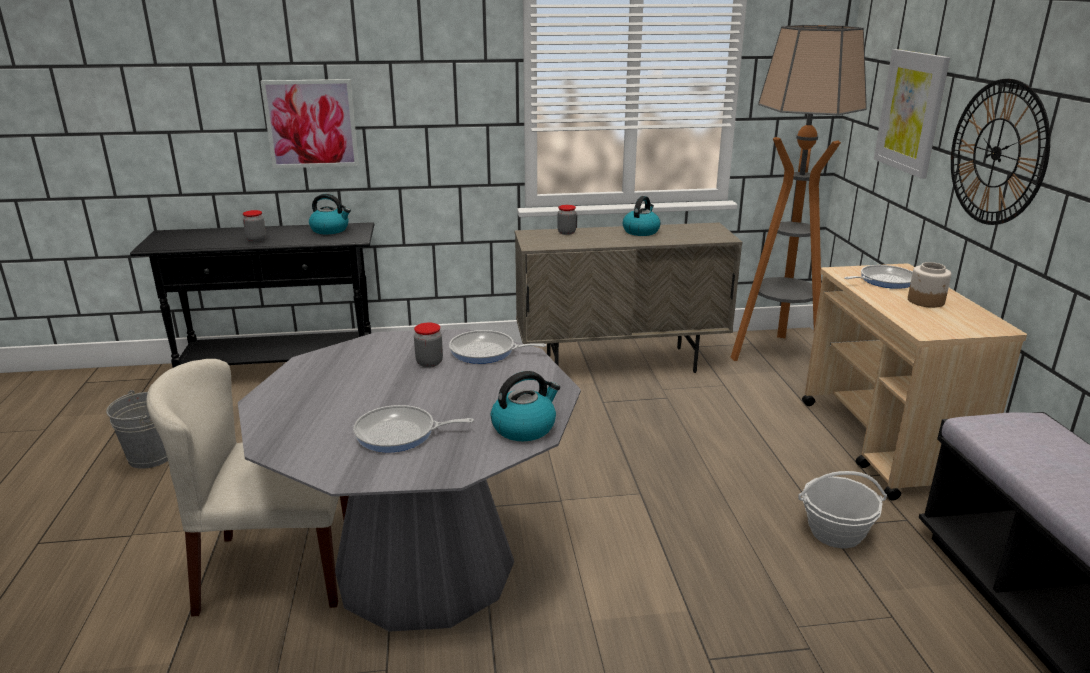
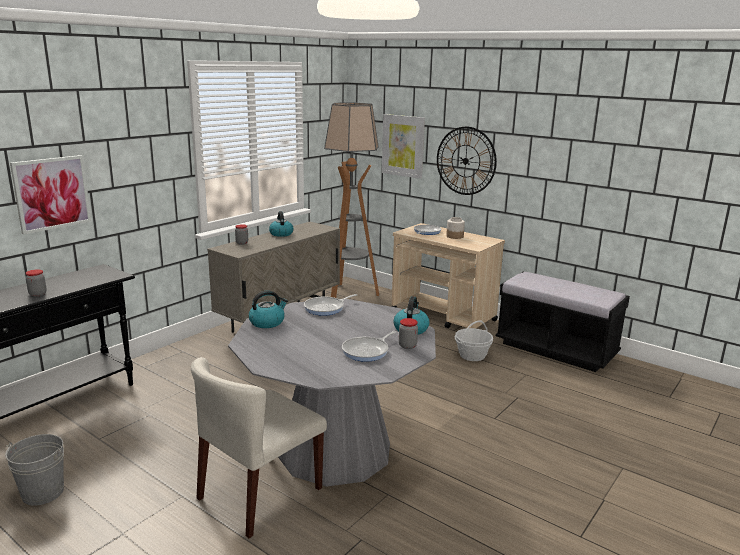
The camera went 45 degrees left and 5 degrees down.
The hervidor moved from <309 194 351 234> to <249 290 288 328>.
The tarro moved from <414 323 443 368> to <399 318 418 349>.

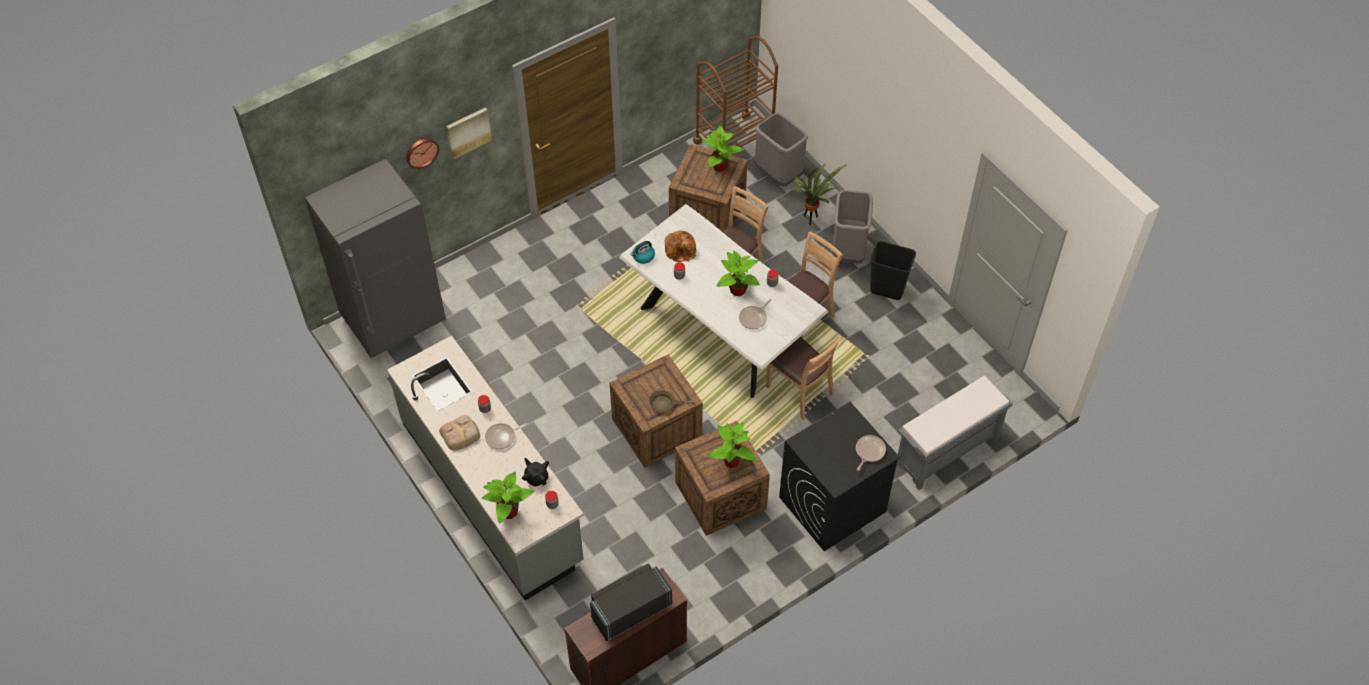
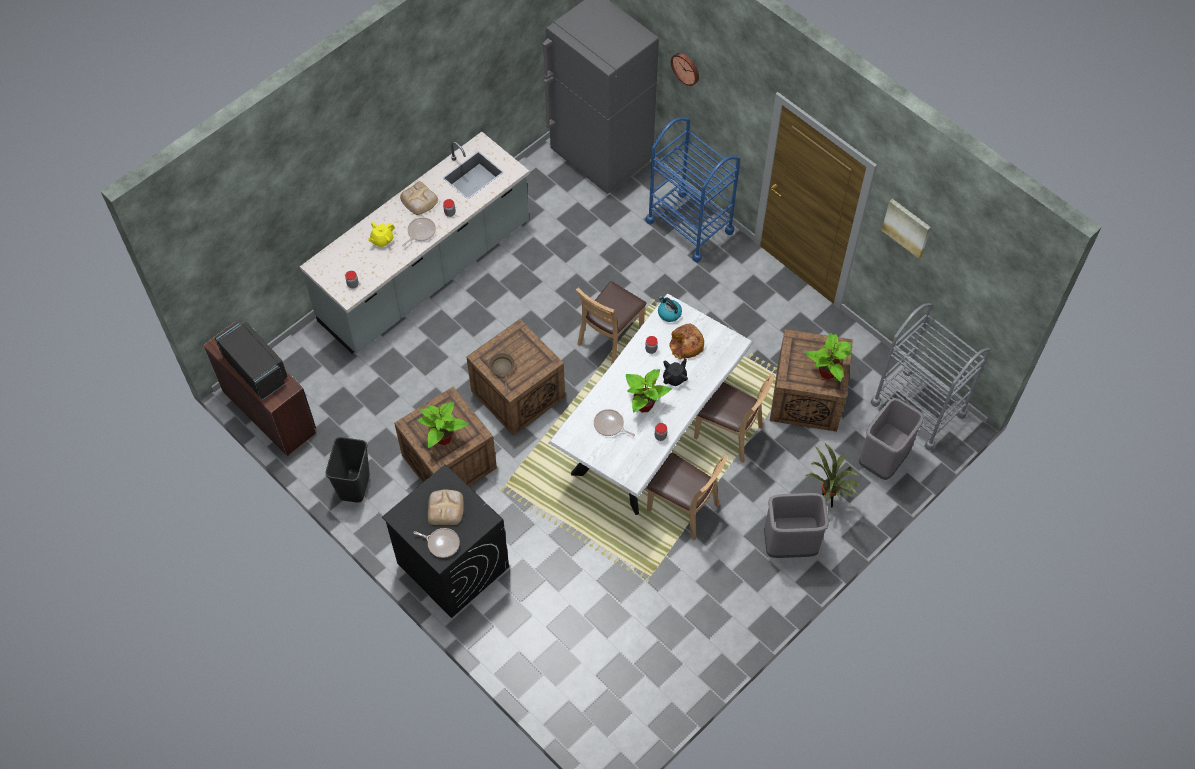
The camera went 80 degrees right and 5 degrees up.
The cuadro moved from <446 107 492 159> to <881 199 931 258>.
The planta en maceta at <482 472 534 523> disappeared.
The sartén at <485 423 528 449> turned 75 degrees clockwise.
The tetera/negro moved from <522 458 549 486> to <663 358 688 386>.
The carrito/marrón at <693 36 778 150> became the carrito/gris at <870 303 990 451>.
The silla/marrón moved from <766 335 842 420> to <576 281 646 365>.
The papelera/negro moved from <870 241 916 300> to <325 437 370 503>.
The banco/gris at <896 376 1013 490> disappeared.
The tetera/amarillo at <367 222 395 248> appeared.
The pan at <428 489 464 525> appeared.
The carrito/azul at <646 117 740 263> appeared.

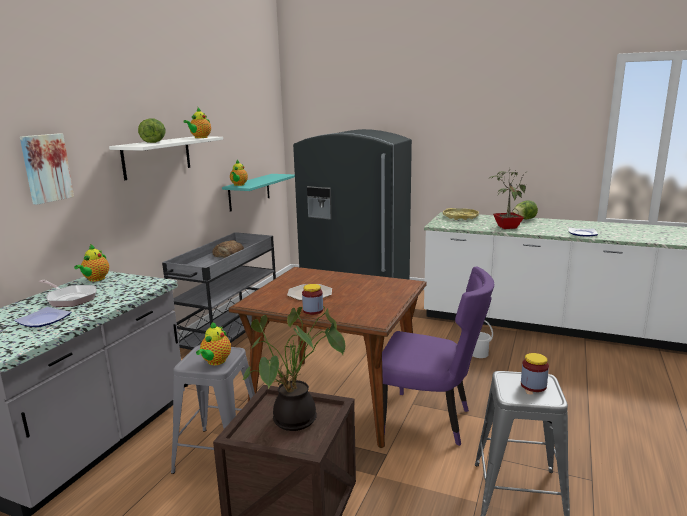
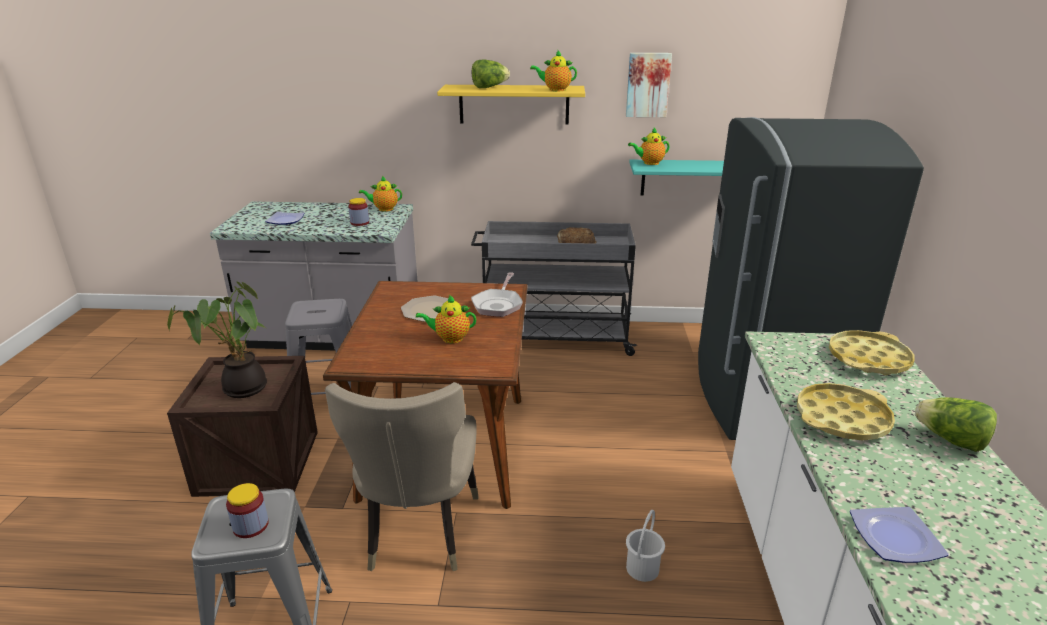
The camera went 70 degrees right and 10 degrees up.
The cuadro moved from <20 133 74 205> to <626 53 672 117>.
The sartén moved from <39 280 96 307> to <471 272 523 317>.
The estante/blanco at <109 136 223 180> became the estante/amarillo at <437 85 585 125>.
The tetera moved from <196 322 231 365> to <415 295 476 343>.
The tarro moved from <302 284 323 315> to <348 198 369 226>.
The silla/morado at <382 267 494 446> became the silla/beis at <325 382 479 571>.
The planta en maceta at <490 167 526 229> was replaced by the bandeja/amarillo at <797 383 895 440>.

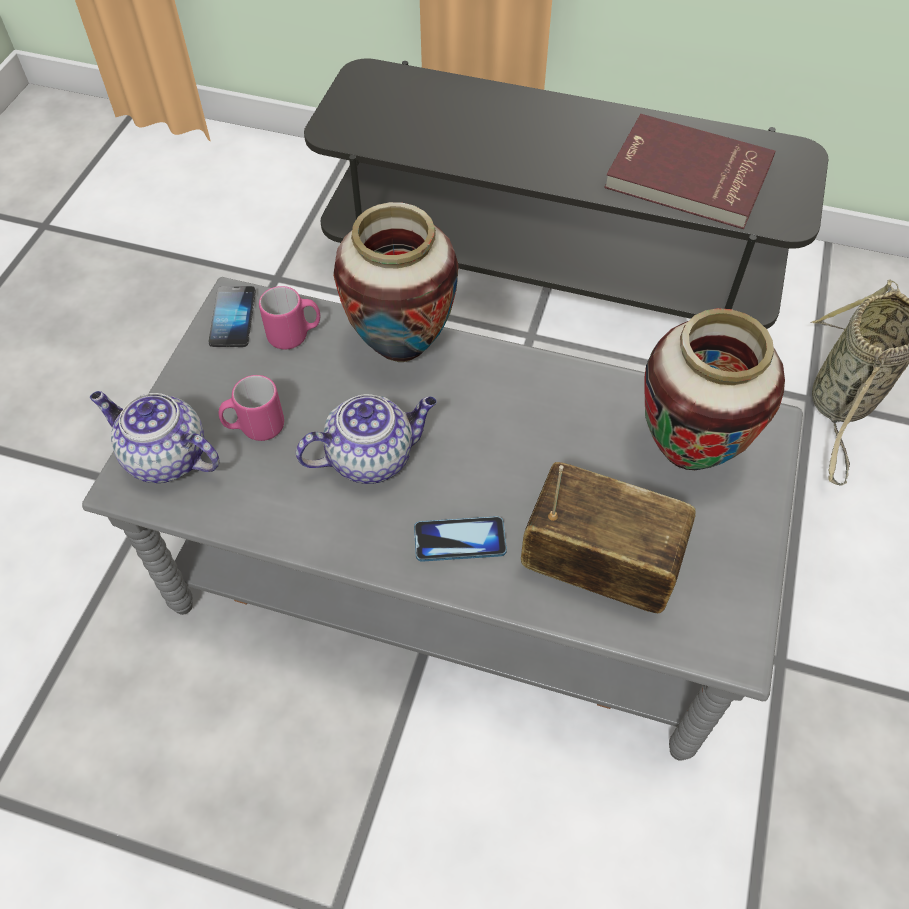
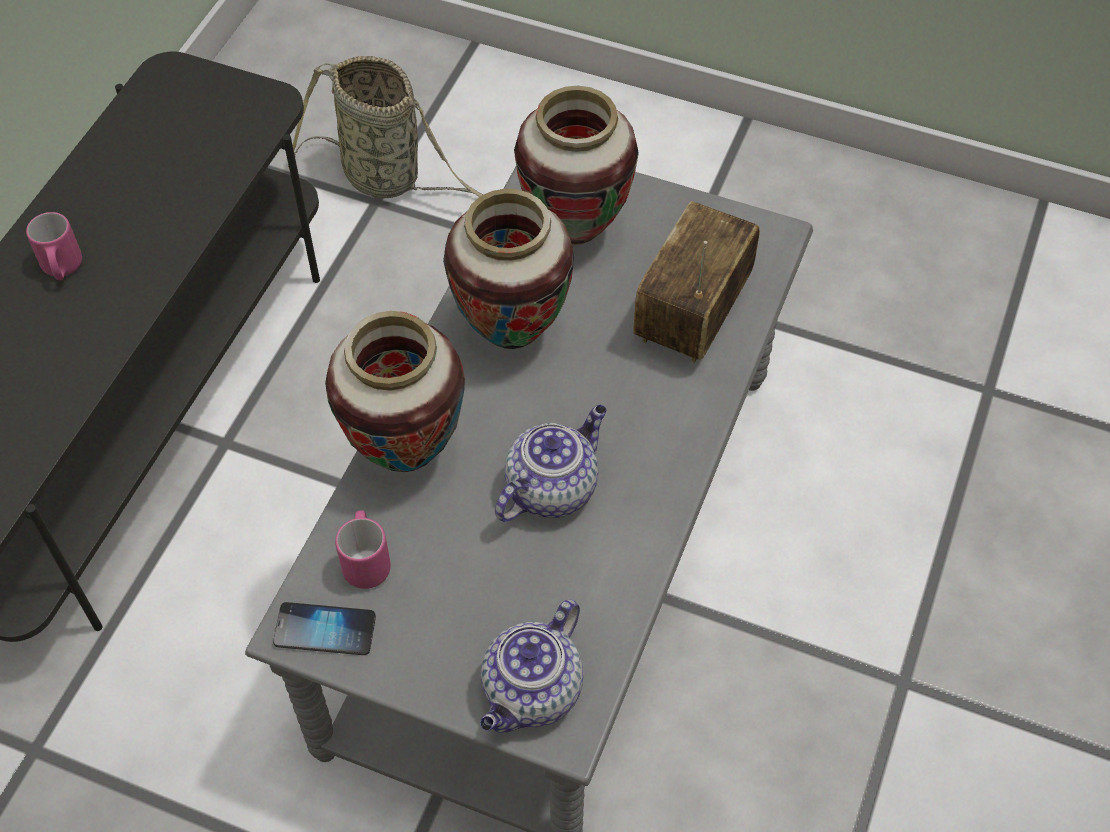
The camera went 85 degrees left and 0 degrees up.
The taza grande/rosa moved from <219 375 284 441> to <26 212 82 280>.
The tetera at <296 394 437 484> turned 60 degrees clockwise.
The móvil at <414 516 507 562> disappeared.
The libro/rojo at <604 114 775 229> disappeared.
The florero at <443 189 574 349> appeared.

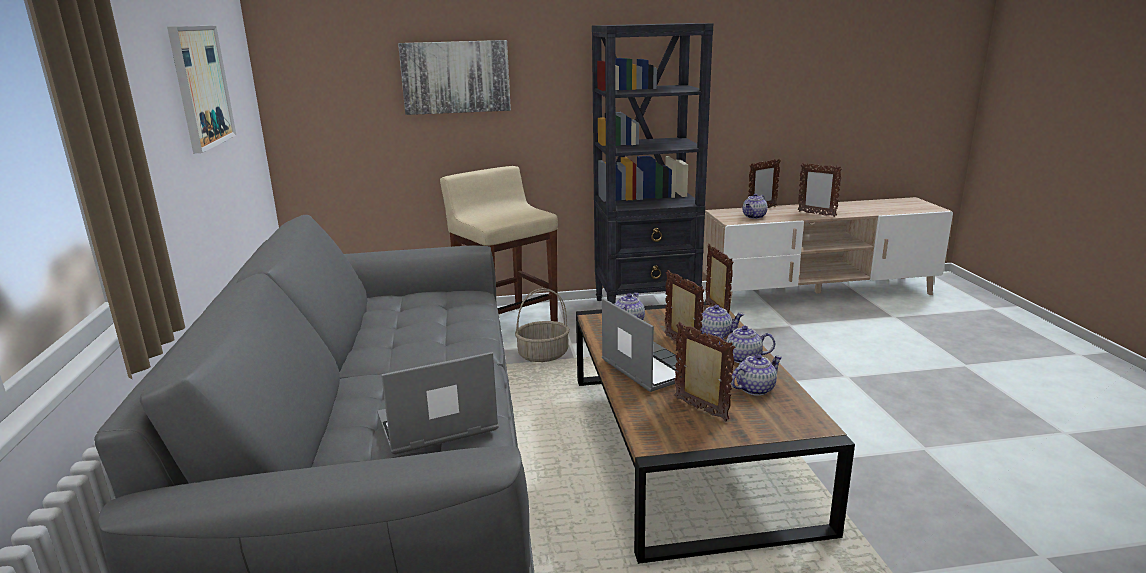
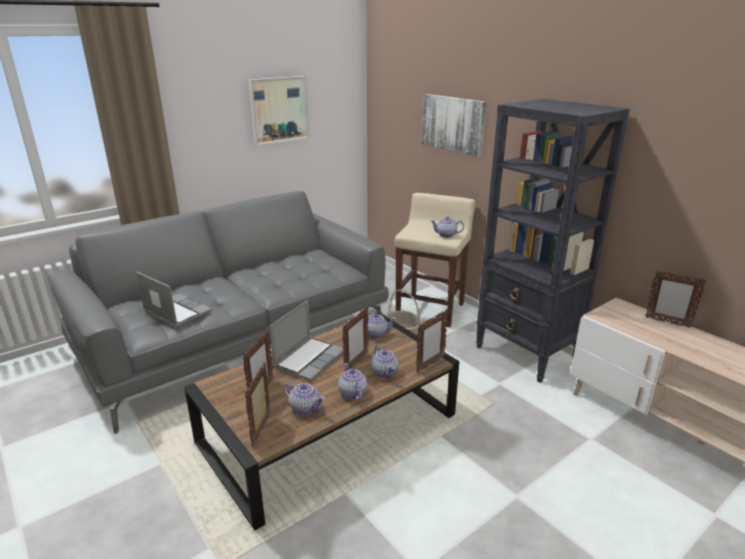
The camera went 60 degrees right and 5 degrees up.
The tetera moved from <742 193 768 219> to <431 216 464 238>.
The portarretratos moved from <798 163 842 217> to <245 362 270 447>.

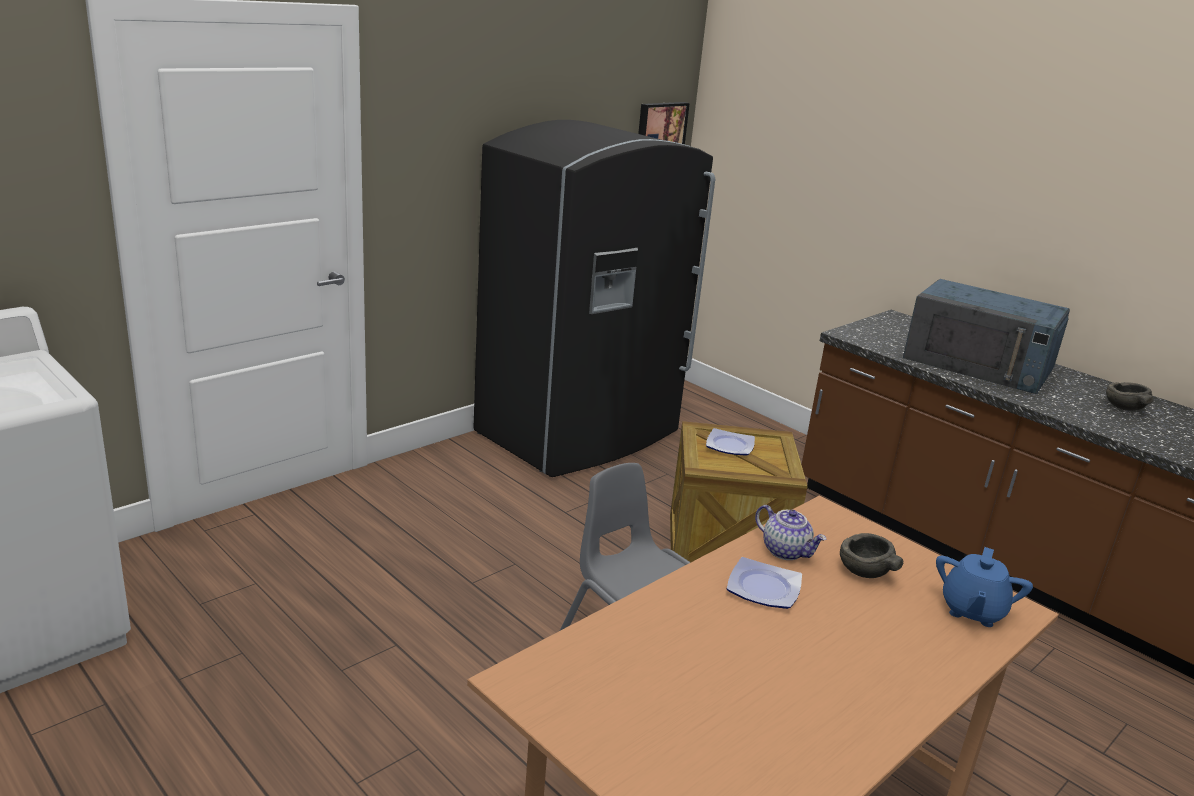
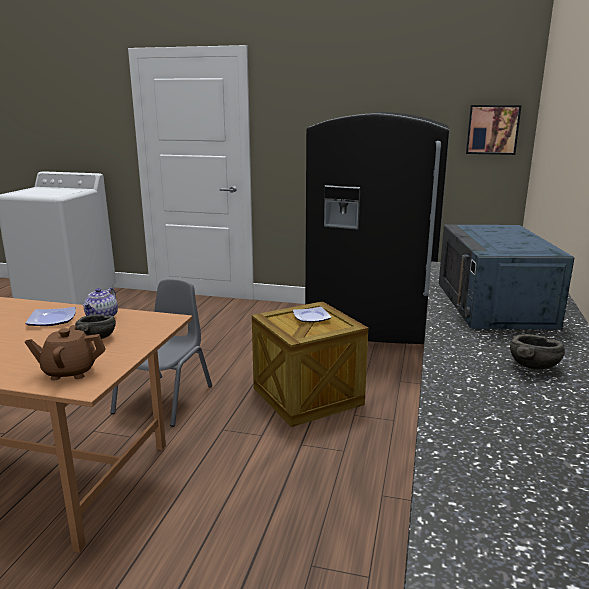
The camera went 60 degrees right and 5 degrees down.
The tetera/azul at <936 547 1033 627> became the tetera/marrón at <25 325 106 381>.

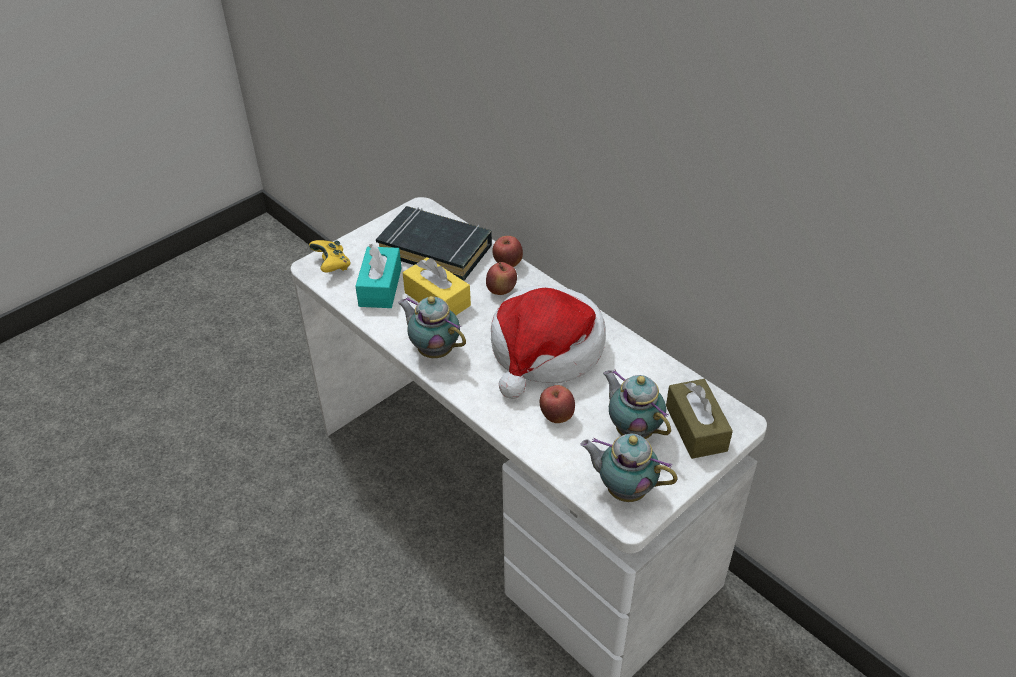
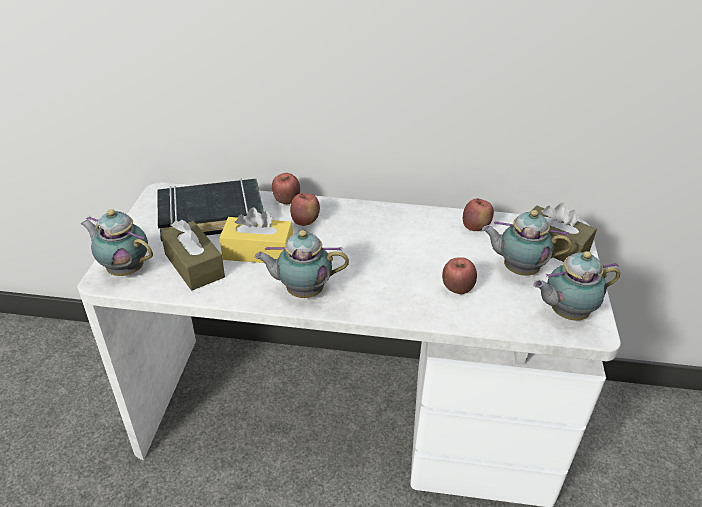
The camera went 40 degrees left and 5 degrees down.
The mando de consola/amarillo at <309 240 350 272> was replaced by the tetera at <81 209 153 276>.
The caja de pañuelos/turquesa at <355 243 402 308> became the caja de pañuelos/marrón at <161 220 225 290>.
The sombrero at <491 285 606 399> disappeared.
The manzana at <463 199 494 231> appeared.

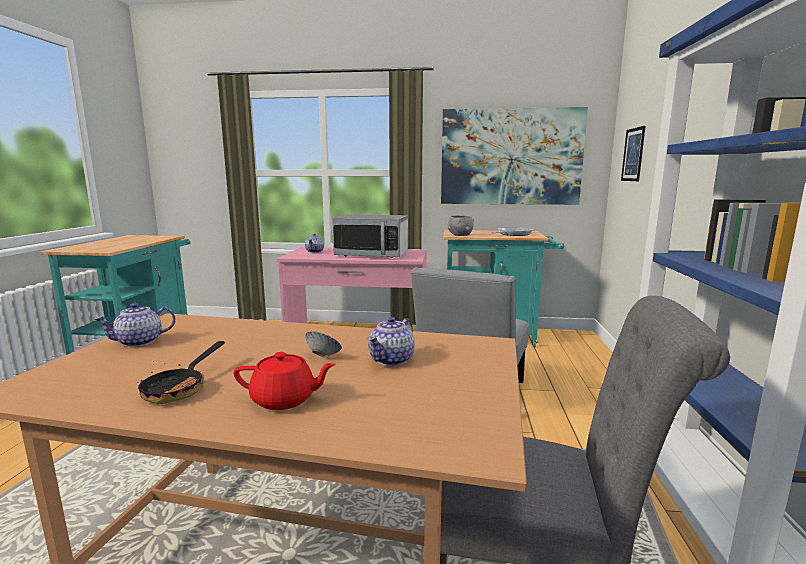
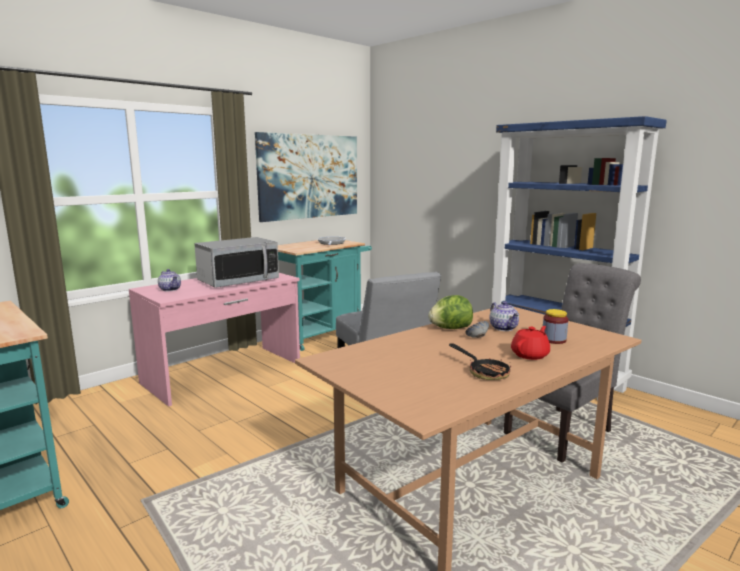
The camera went 50 degrees left and 0 degrees up.
The tetera at <94 303 176 347> disappeared.
The cuenco/gris at <448 215 474 236> disappeared.
The cuadro at <621 126 645 181> disappeared.
The lechuga at <428 295 473 329> appeared.
The tarro at <543 309 568 344> appeared.

